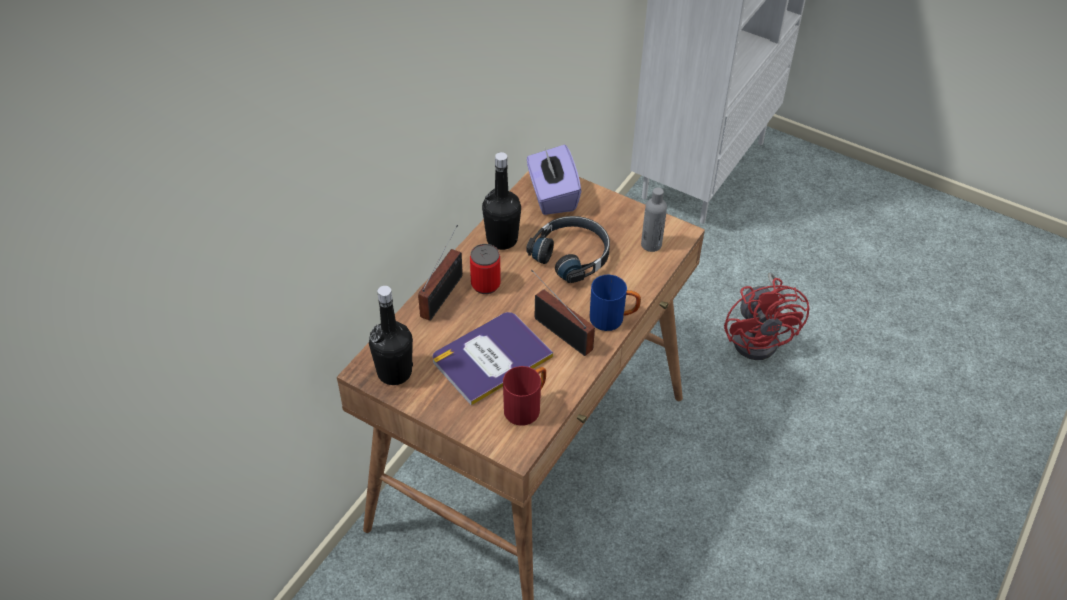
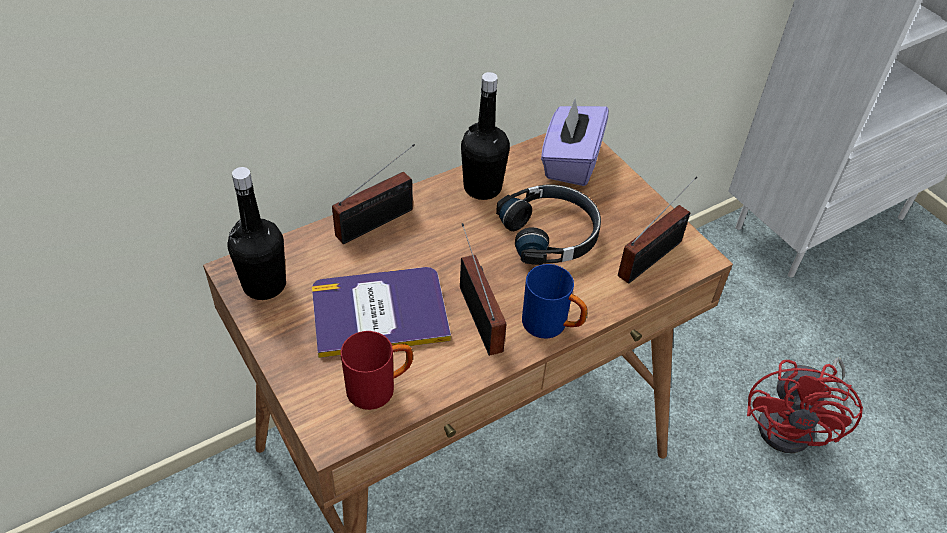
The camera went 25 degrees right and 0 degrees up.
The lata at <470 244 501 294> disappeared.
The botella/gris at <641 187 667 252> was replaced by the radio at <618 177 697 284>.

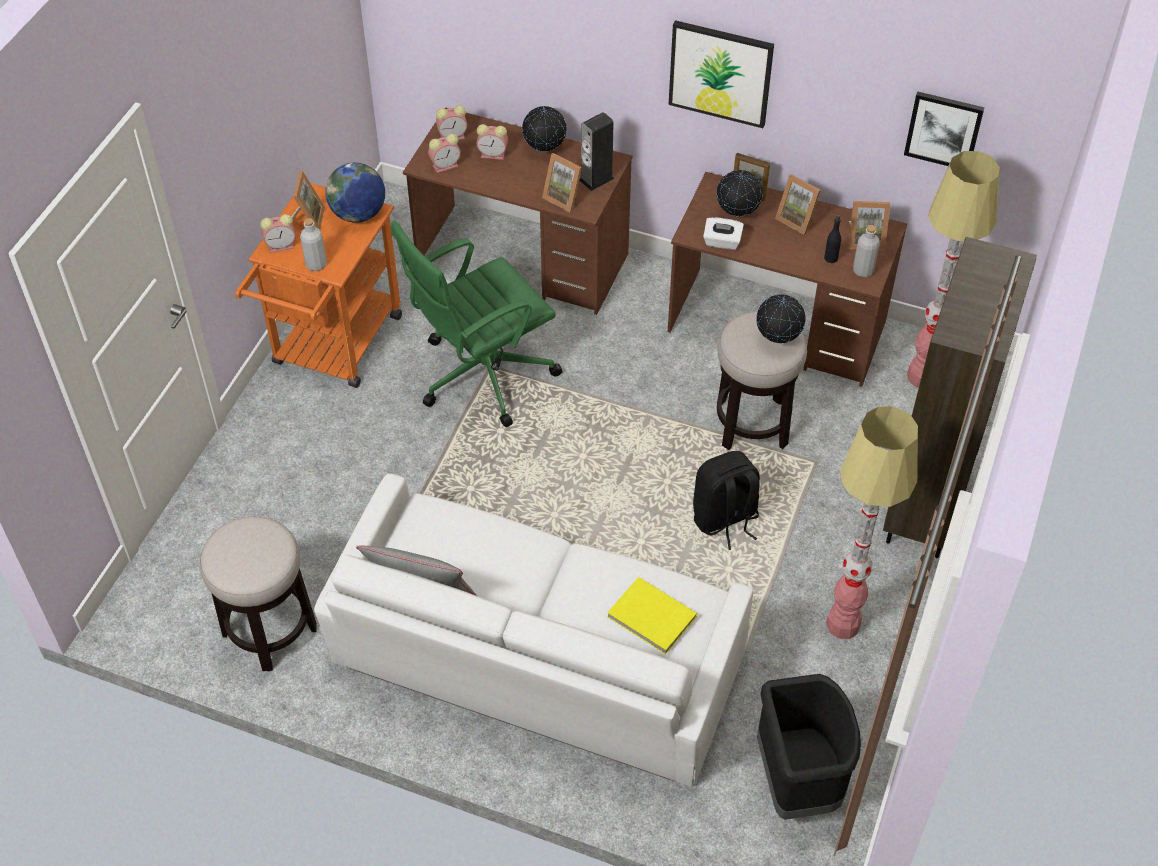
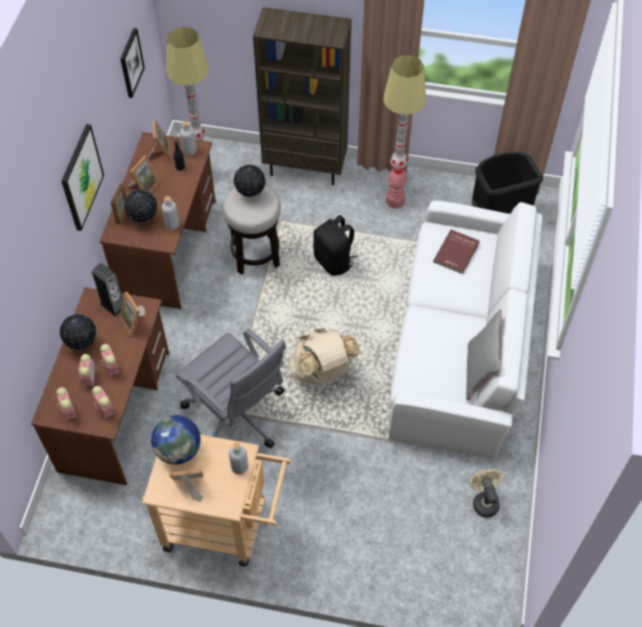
The camera went 100 degrees left and 5 degrees up.
The taburete at <200 516 317 671> was replaced by the ventilador/beis at <469 469 503 517>.
The carrito/naranja at <235 183 402 388> became the carrito/beis at <142 435 291 567>.
The despertador moved from <260 214 296 253> to <100 344 119 377>.
The silla de oficina/verde at <391 220 563 427> became the silla de oficina/gris at <176 328 286 448>.
The portarretratos at <542 153 582 212> turned 120 degrees clockwise.
The libro/amarillo at <607 577 697 654> became the libro/rojo at <433 230 480 274>.
The caja de pañuelos/blanco at <703 217 744 250> was replaced by the botella/gris at <162 196 179 230>.
The mochila/beis at <288 328 360 384> appeared.

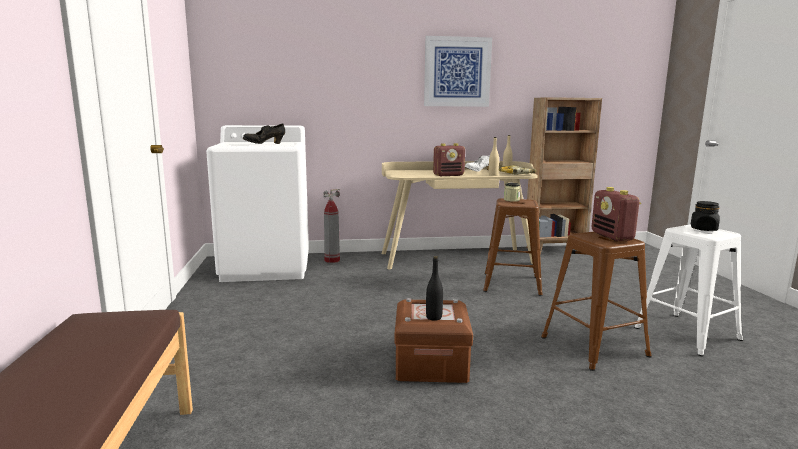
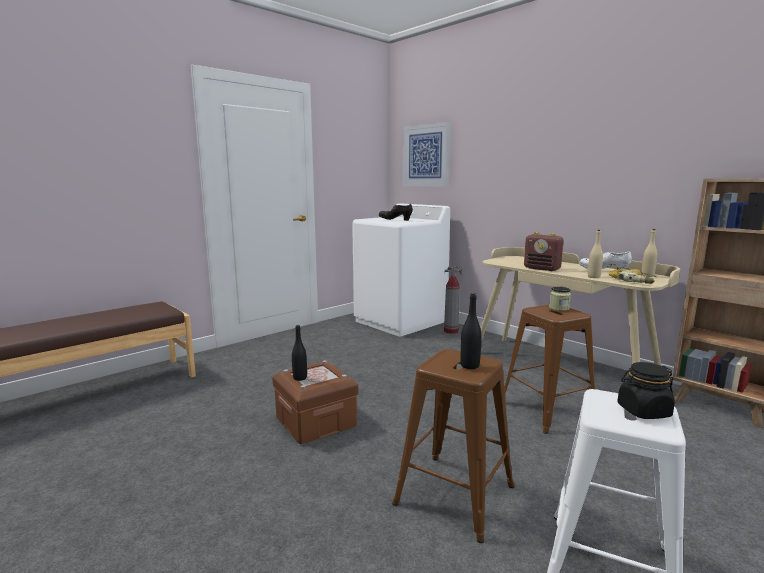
The camera went 55 degrees right and 0 degrees up.
The cuadro moved from <424 36 492 107> to <403 122 451 187>.
The radio at <592 187 641 241> was replaced by the botella/negro at <461 293 482 369>.

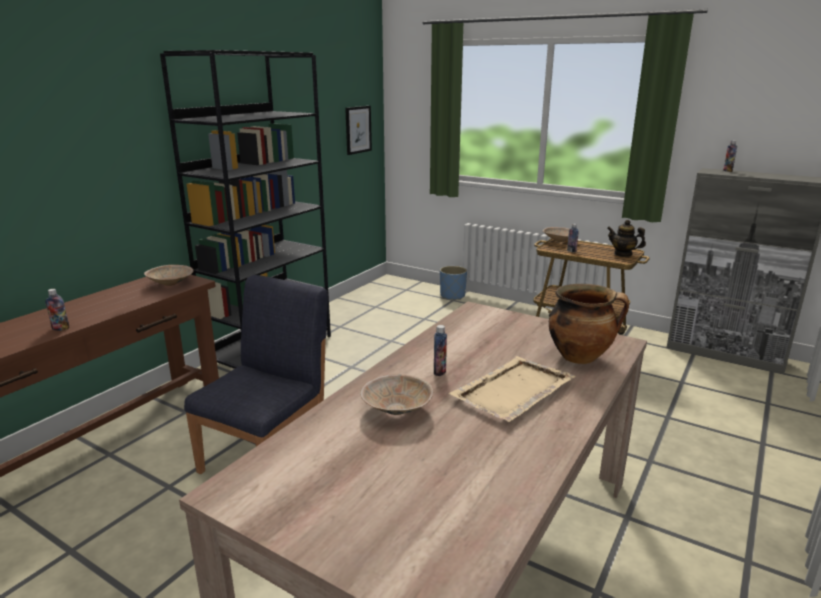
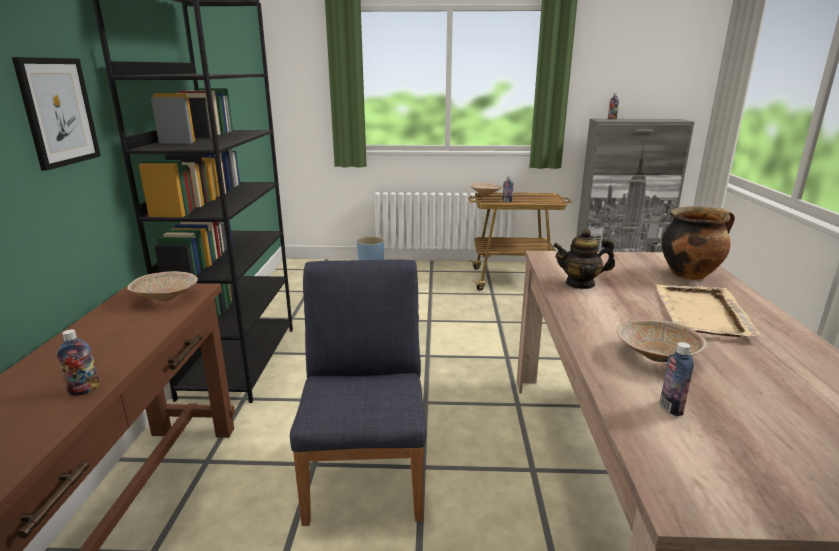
The camera went 30 degrees left and 0 degrees up.
The cuadro moved from <345 106 372 155> to <12 57 101 171>.
The botella moved from <434 325 447 376> to <660 342 694 416>.
The tetera moved from <607 220 646 257> to <553 229 615 289>.

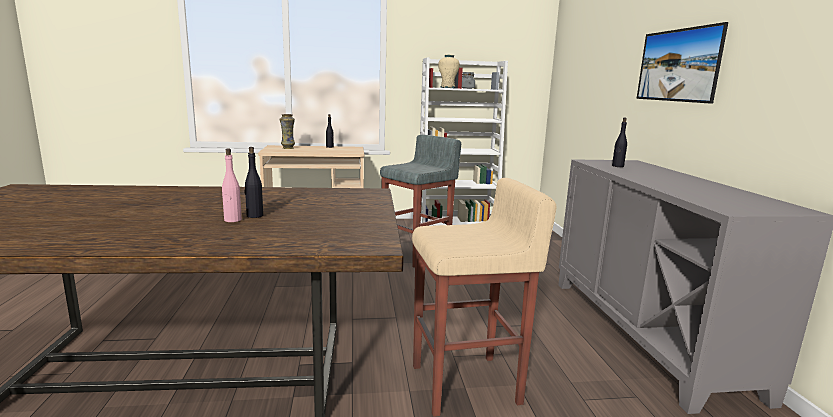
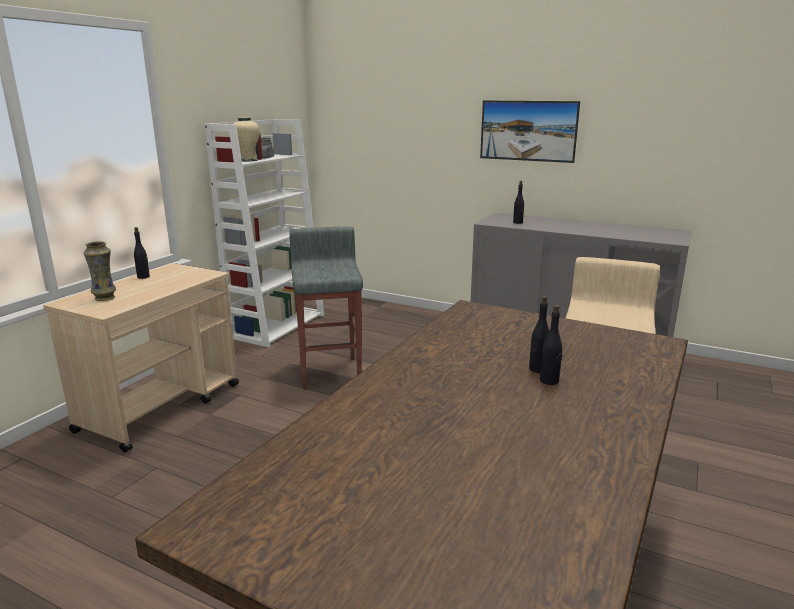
The camera went 55 degrees left and 5 degrees up.
The botella/rosa at <222 149 242 222> became the botella/negro at <540 305 562 385>.

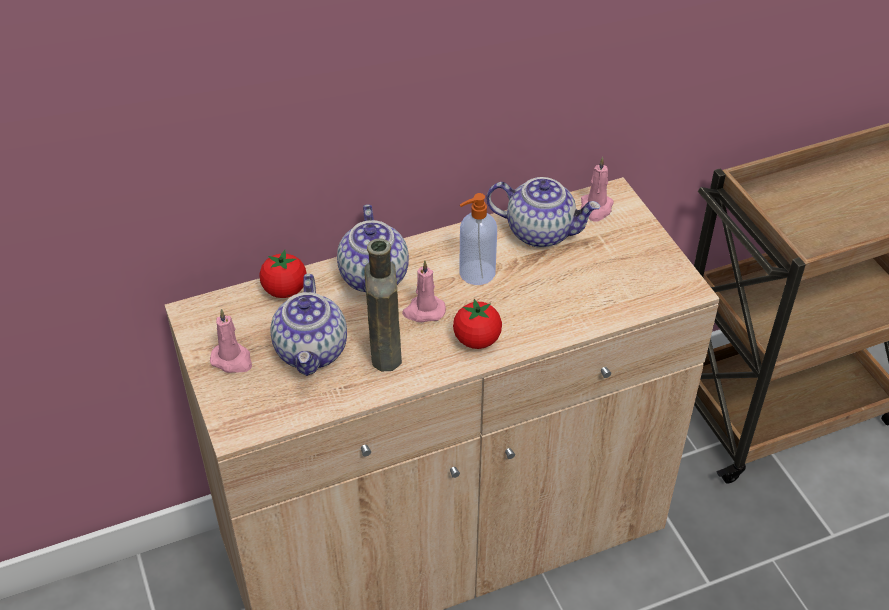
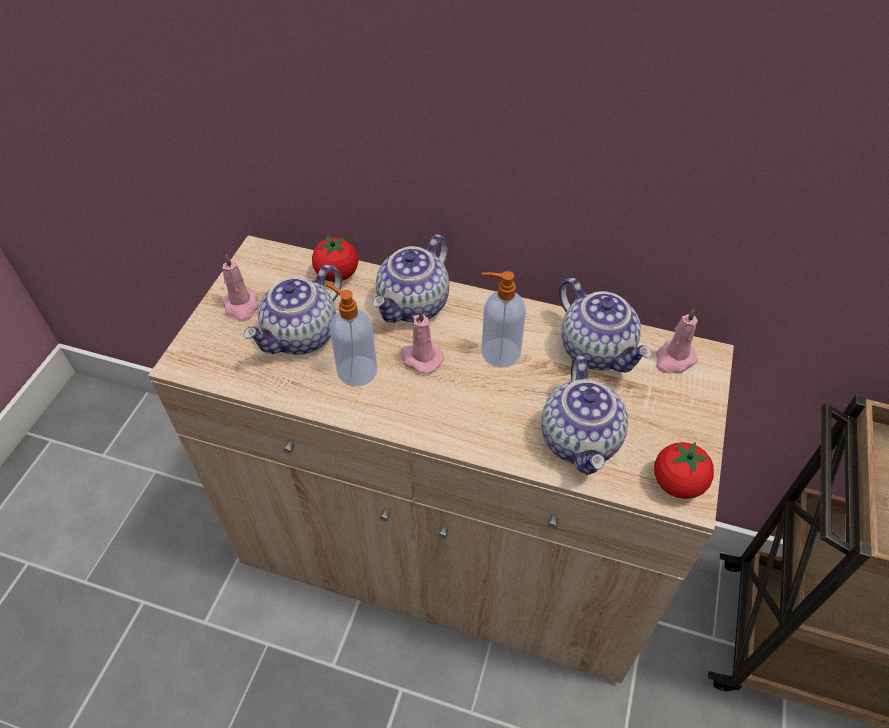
The camera went 40 degrees right and 5 degrees up.
The botella/marrón at <364 238 402 371> was replaced by the dispensador de jabón at <326 283 377 387>.
The tomate moved from <453 299 502 349> to <654 442 714 499>.
The tetera at <541 355 628 475> appeared.

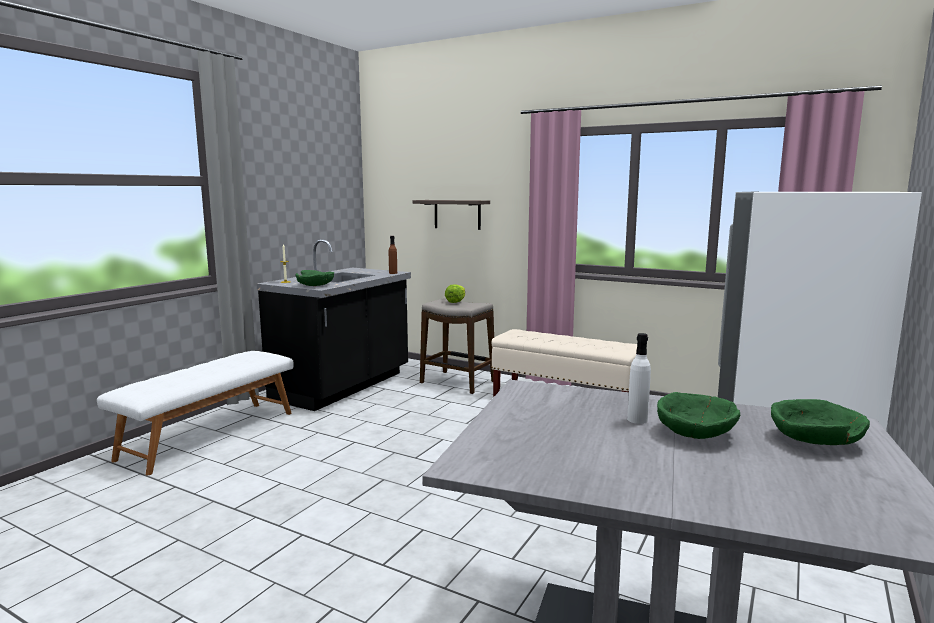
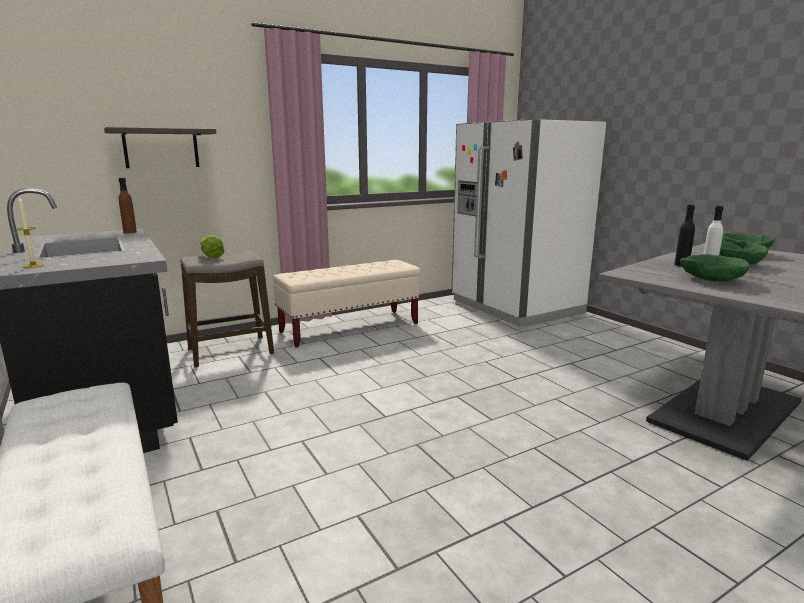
The camera went 60 degrees left and 5 degrees up.
The cuenco/verde moved from <296 270 334 286> to <680 254 750 282>.
The botella/negro at <674 205 695 267> appeared.

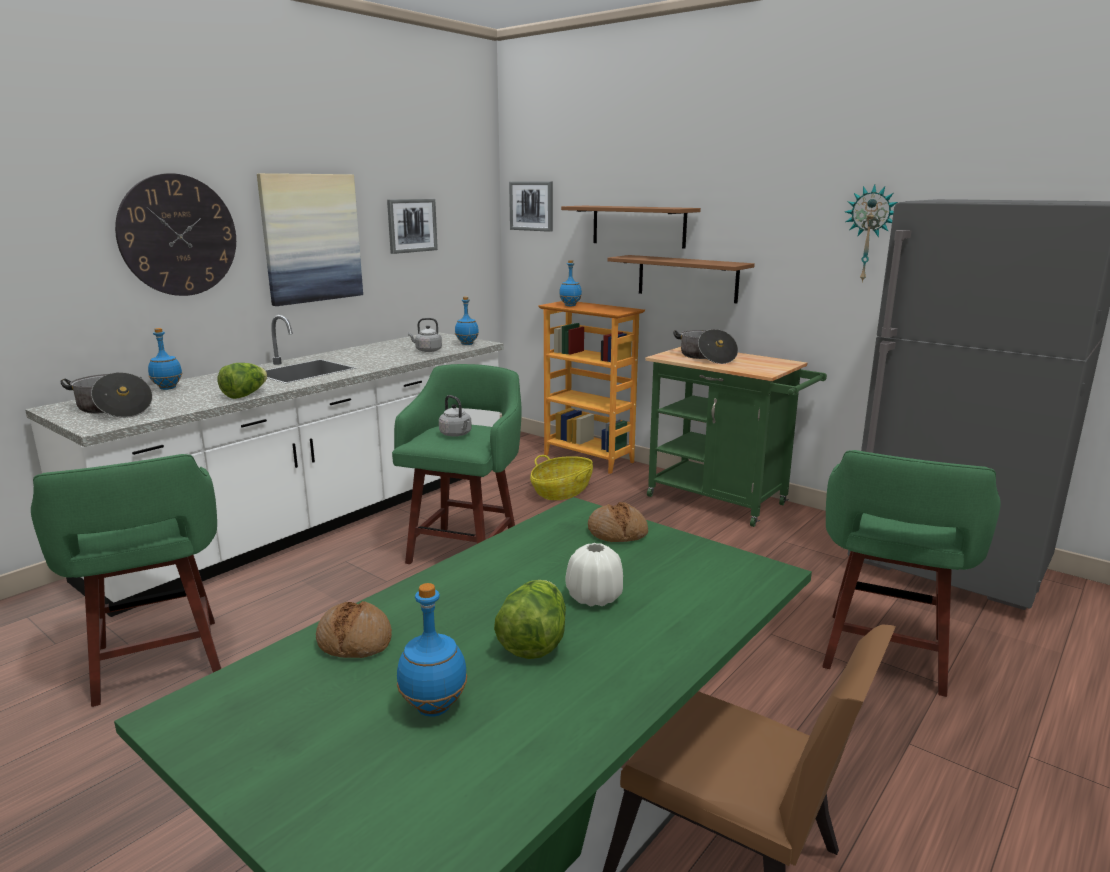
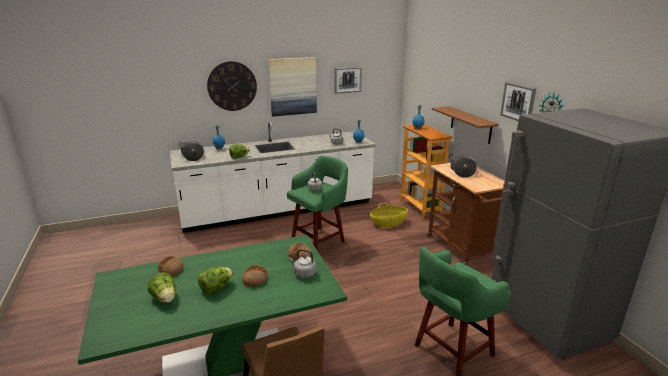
The camera went 30 degrees right and 5 degrees up.
The taburete/verde at <31 454 221 707> disappeared.
The botella/azul at <397 583 467 717> was replaced by the lechuga at <147 272 176 303>.
The cuadro moved from <509 181 553 232> to <500 82 536 121>.
The estante/marrón at <561 206 701 248> disappeared.
The florero/blanco at <566 543 623 607> was replaced by the pan at <242 265 268 286>.
The carrito/verde at <645 347 827 527> became the carrito/marrón at <427 163 506 265>.
The hervidor/gris at <289 249 316 278> appeared.

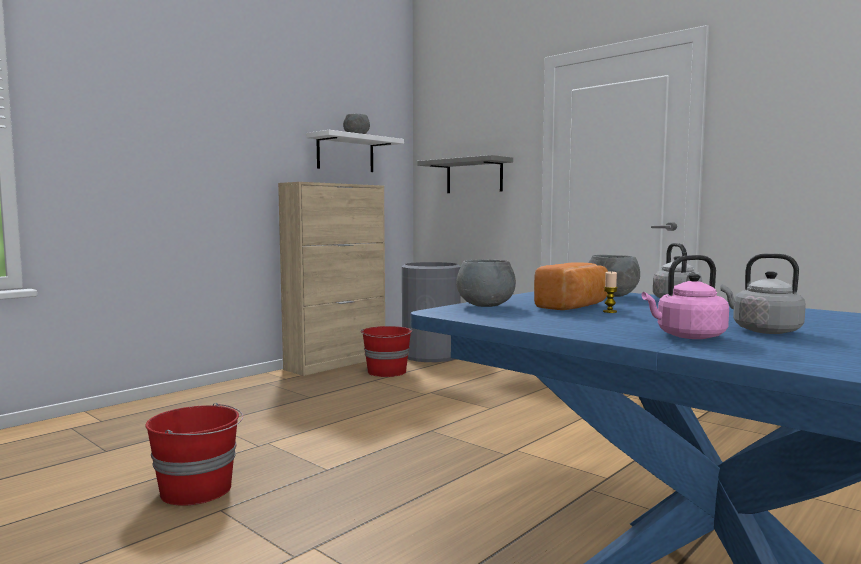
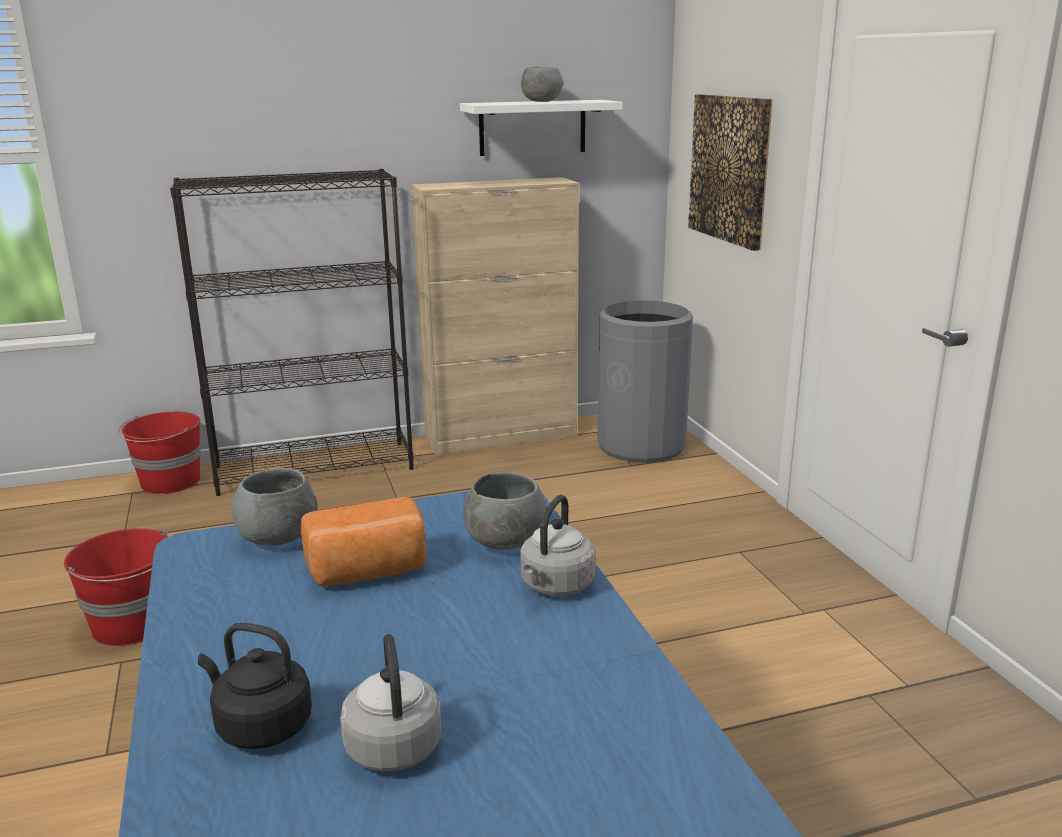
The camera went 30 degrees right and 15 degrees up.
The cubo/rojo moved from <361 326 412 377> to <118 412 201 494>.
The estante/gris at <417 155 513 193> was replaced by the cuadro at <688 94 773 251>.
The vela at <603 271 618 313> disappeared.
The hervidor/rosa at <642 255 729 339> became the hervidor/negro at <198 622 312 749>.
The estantería/negro at <170 169 414 496> appeared.

